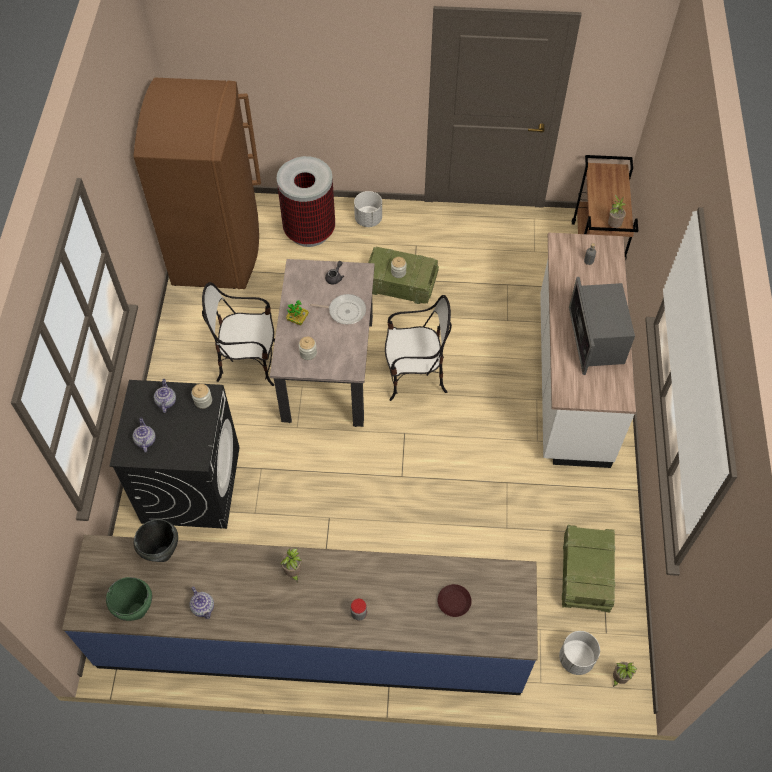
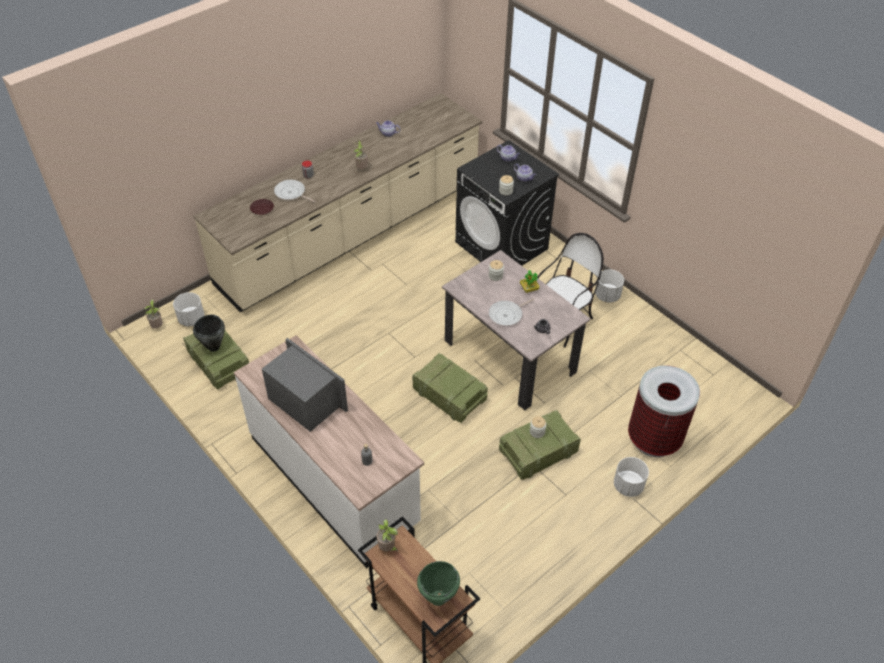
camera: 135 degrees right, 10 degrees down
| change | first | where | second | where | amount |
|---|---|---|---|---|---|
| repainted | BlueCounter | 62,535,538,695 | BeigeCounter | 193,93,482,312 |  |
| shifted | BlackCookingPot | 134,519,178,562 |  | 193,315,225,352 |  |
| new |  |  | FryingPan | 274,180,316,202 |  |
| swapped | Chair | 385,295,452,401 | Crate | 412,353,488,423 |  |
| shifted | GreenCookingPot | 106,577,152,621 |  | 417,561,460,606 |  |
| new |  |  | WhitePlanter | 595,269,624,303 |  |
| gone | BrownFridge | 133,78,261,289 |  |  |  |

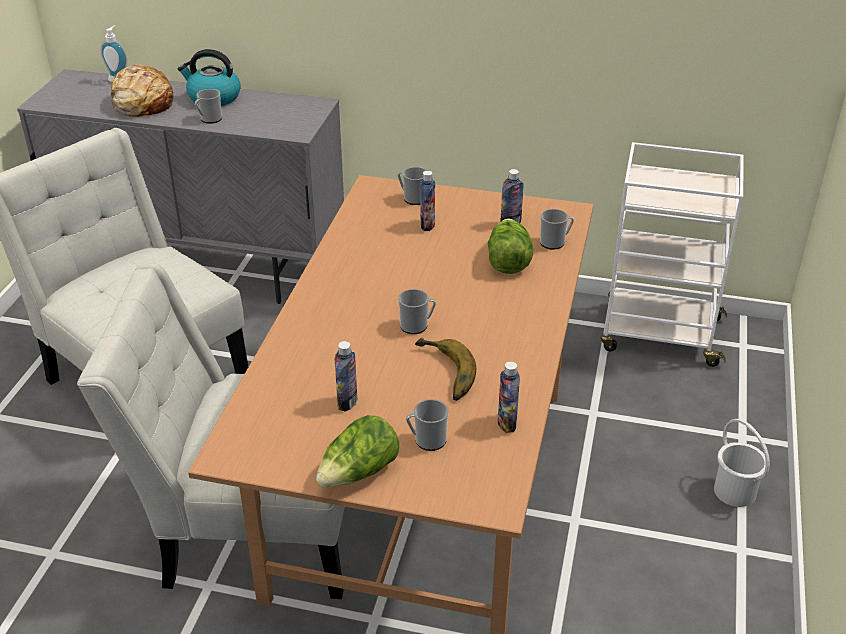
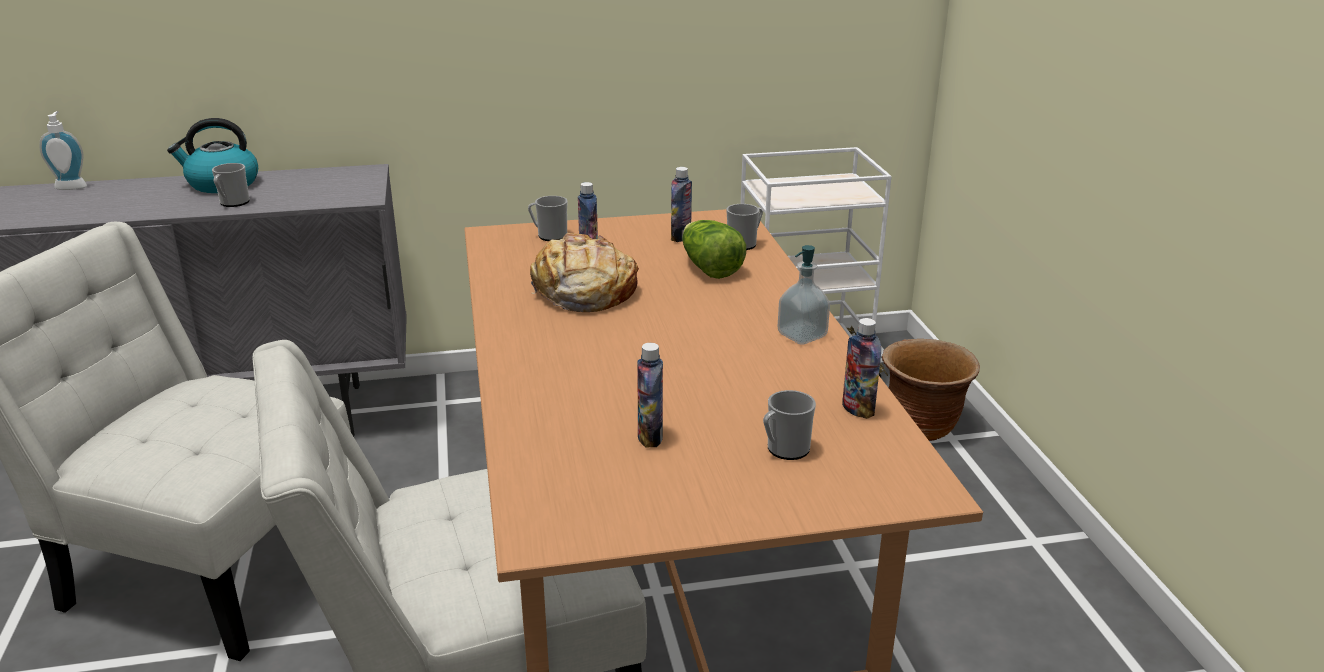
camera: 25 degrees left, 10 degrees down
| change | first | where | second | where | amount |
|---|---|---|---|---|---|
| shifted | Bread | 111,64,174,117 |  | 530,233,639,312 |  |
| new |  |  | SoapDispenser | 778,245,830,345 |  |
| new |  |  | BrownPlanter | 882,339,980,441 |  |
| gone | Lettuce | 316,415,399,487 |  |  |  |
| gone | Mug | 398,289,436,334 |  |  |  |
| gone | Banana | 415,338,476,401 |  |  |  |
| gone | WhiteBucket | 714,419,770,507 |  |  |  |

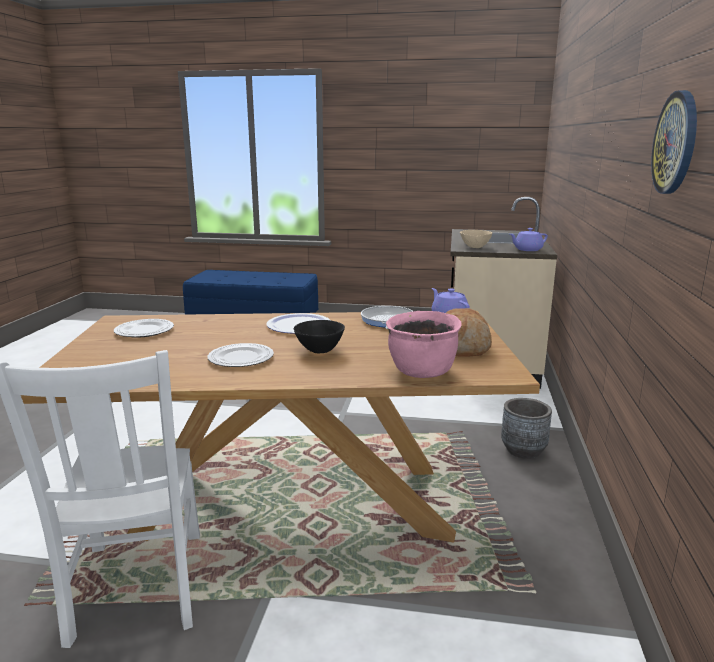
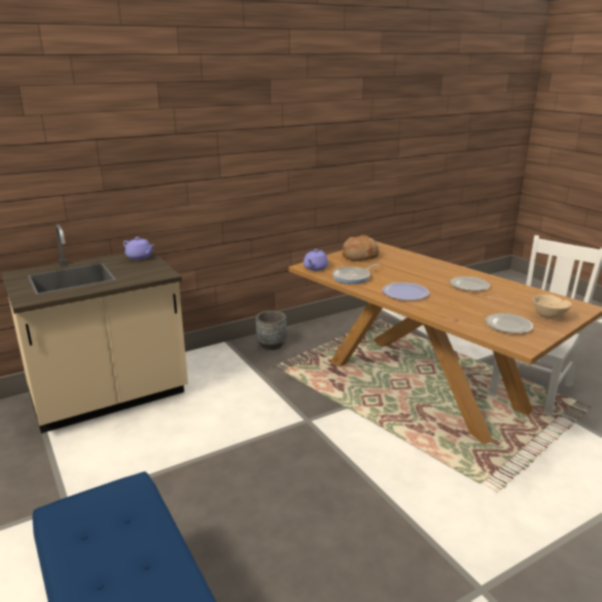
camera: 130 degrees left, 5 degrees up
| change | first | where | second | where | amount |
|---|---|---|---|---|---|
| shifted | BeigeBowl | 460,230,492,248 |  | 533,294,572,319 |  |
| gone | BlackBowl | 294,320,345,354 |  |  |  |
| gone | PinkCookingPot | 386,311,462,378 |  |  |  |
| gone | WallClock | 651,90,697,194 |  |  |  |

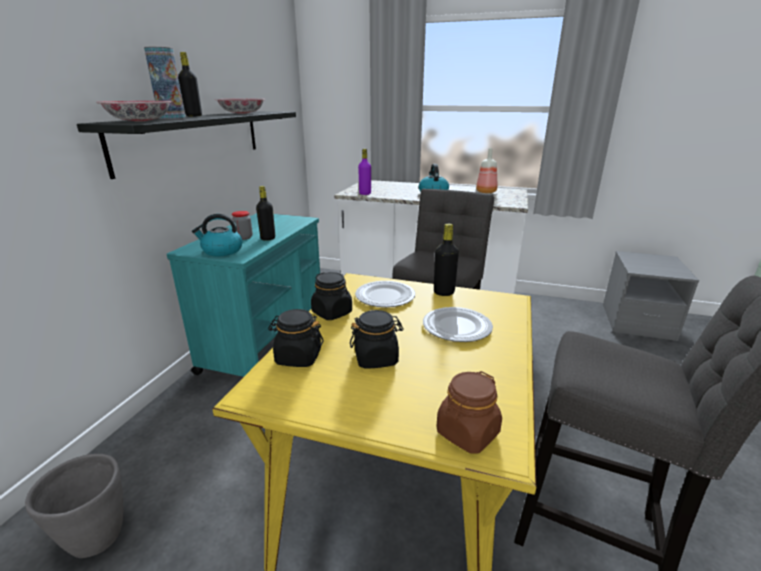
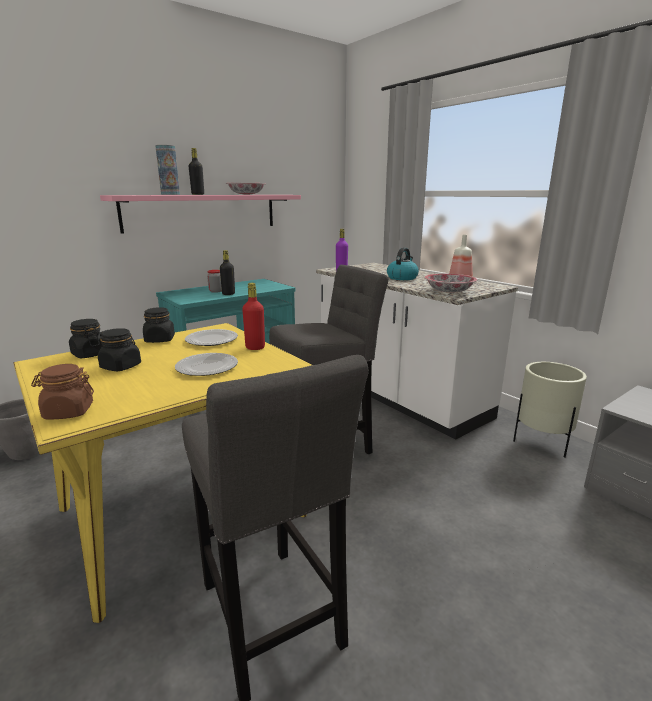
camera: 35 degrees right, 5 degrees down
| change | first | where | second | where | amount |
|---|---|---|---|---|---|
| repainted | BlackShelf | 77,111,296,179 | PinkShelf | 100,195,301,234 |  |
| repainted | BlackBottle | 434,224,459,296 | RedBottle | 242,283,265,350 |  |
| shifted | Bowl | 96,101,173,122 |  | 425,274,477,292 |  |
| new |  |  | BeigePlanter | 513,362,587,458 |  |
| gone | Kettle | 192,214,242,256 |  |  |  |

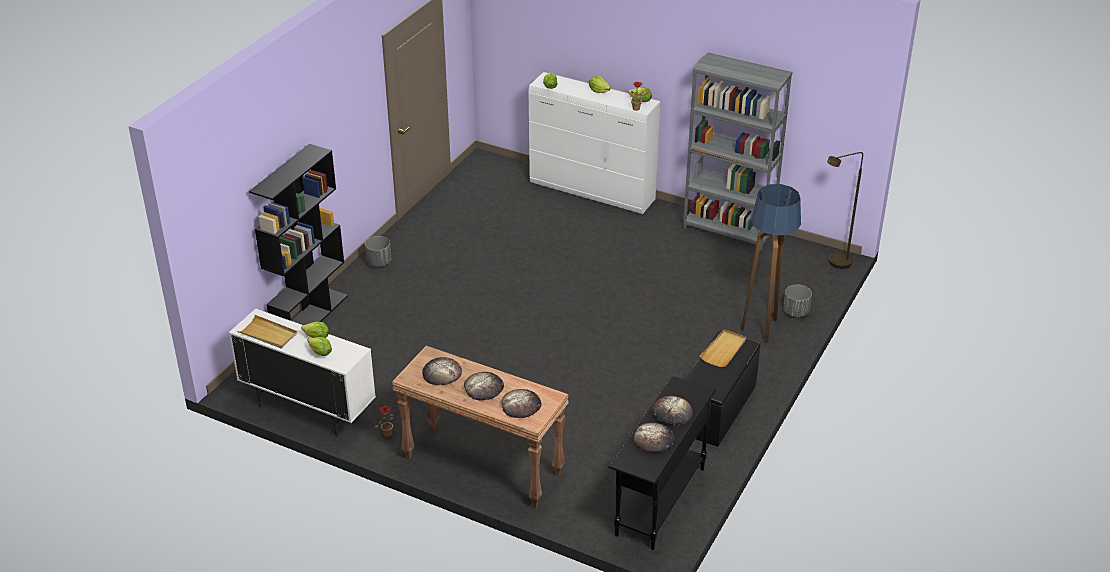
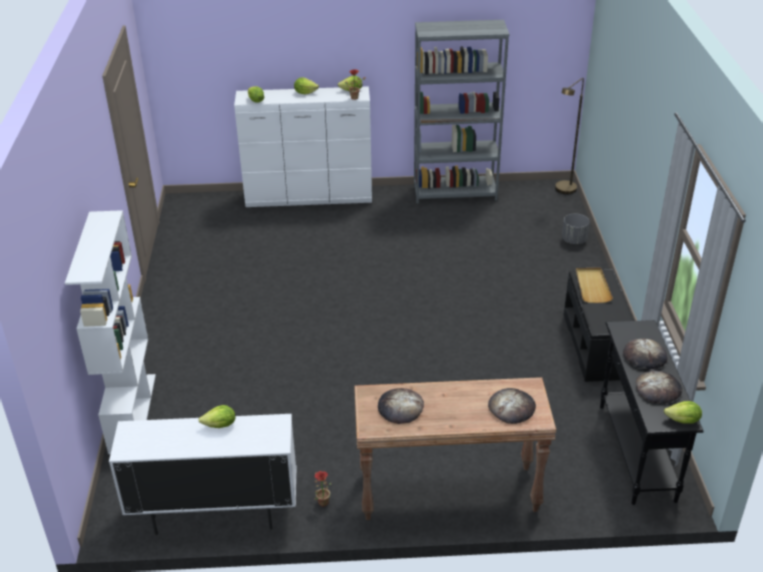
camera: 30 degrees left, 0 degrees up
| change | first | where | second | where | amount |
|---|---|---|---|---|---|
| repainted | BlackBookcase | 249,144,348,325 | WhiteBookcase | 65,210,156,454 |  |
| shifted | Lettuce | 307,337,332,356 |  | 664,401,702,423 |  |
| gone | BeigeTray | 237,315,297,349 |  |  |  |
| gone | GreyPlanter | 365,236,391,267 |  |  |  |
| gone | Bread | 464,372,504,400 |  |  |  |
| gone | FloorLamp | 741,184,801,344 |  |  |  |

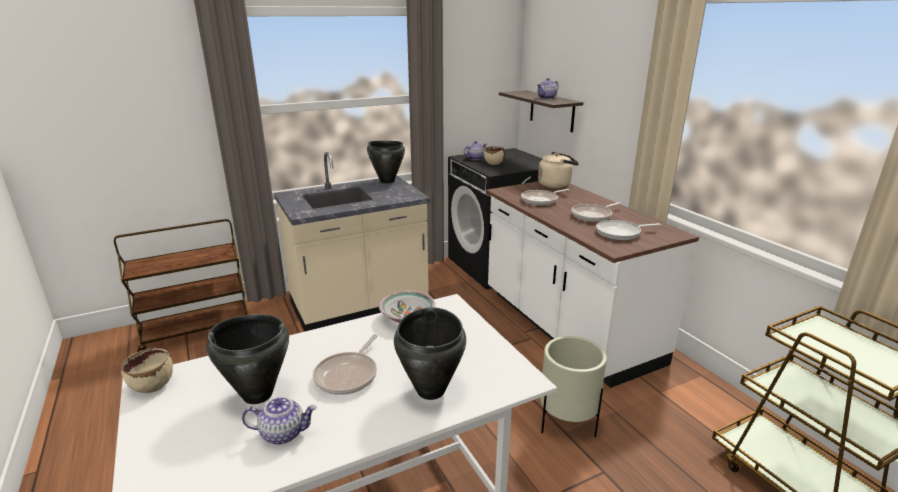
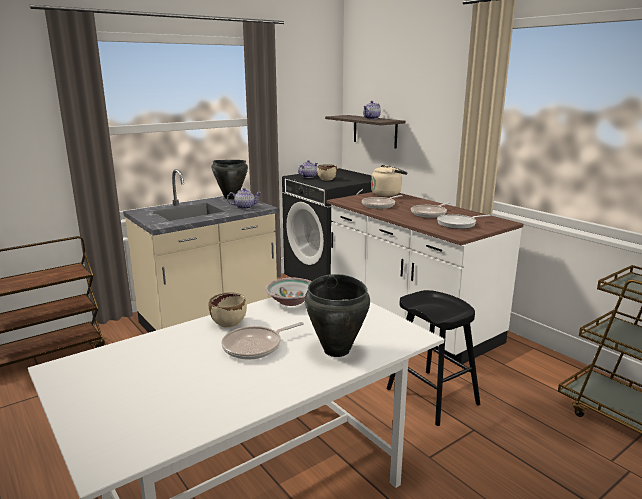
camera: 10 degrees left, 5 degrees down
| change | first | where | second | where | amount |
|---|---|---|---|---|---|
| shifted | BeigeBowl | 121,348,173,394 |  | 209,292,247,328 |  |
| rotated | FryingPan | 313,334,377,395 |  | 221,322,304,360 | 45 degrees clockwise |
| shifted | Teapot | 242,397,317,445 |  | 227,188,261,209 |  |
| swapped | BeigePlanter | 540,336,607,437 | BlackStool | 387,290,481,426 |  |
| gone | BlackCookingPot | 206,314,289,404 |  |  |  |

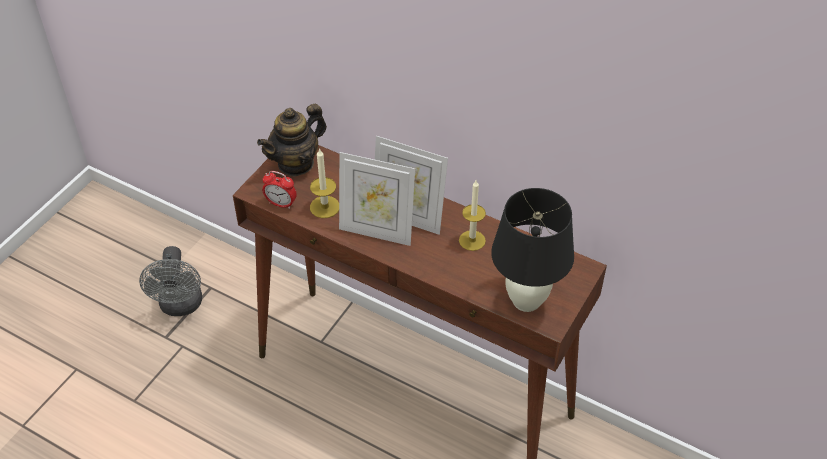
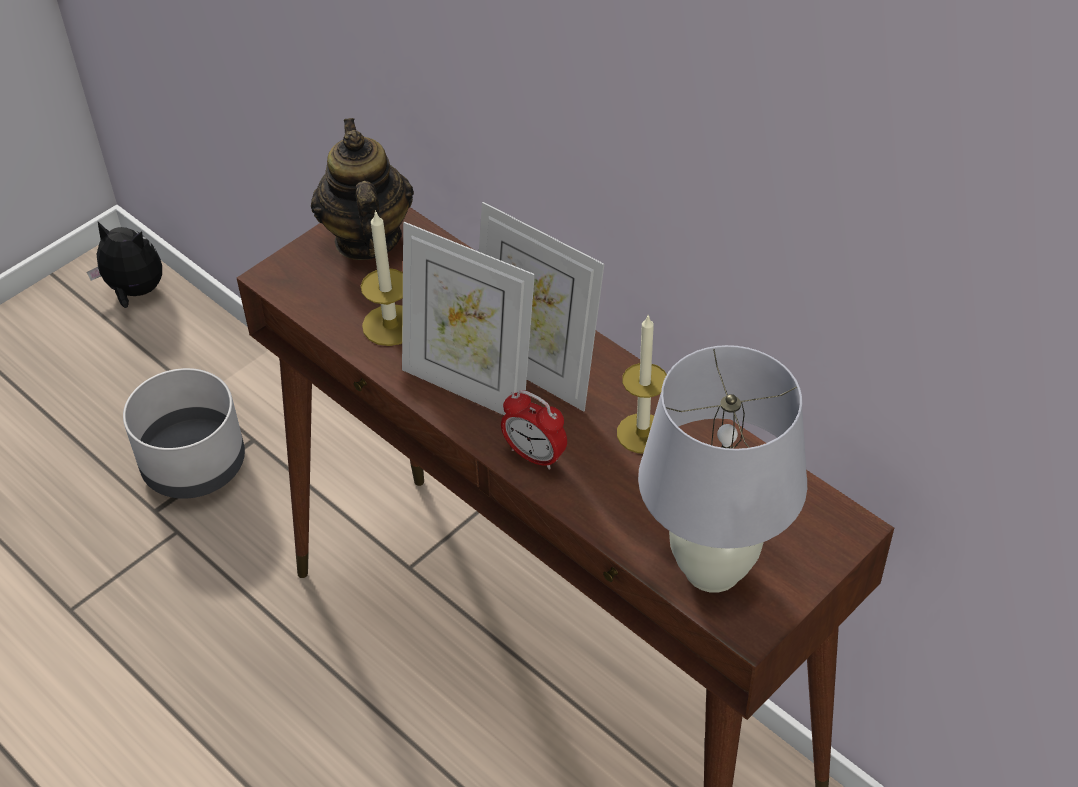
camera: 15 degrees right, 0 degrees up
| change | first | where | second | where | amount |
|---|---|---|---|---|---|
| new |  |  | PlushToy | 87,222,162,308 |  |
| swapped | GreyFan | 139,246,202,316 | GreyPlanter | 123,368,245,499 |  |
| rotated | Teapot | 257,104,327,177 |  | 311,118,414,260 | 105 degrees clockwise |
| shifted | AlarmClock | 262,171,297,209 |  | 501,390,567,470 |  |
| repainted | BlackTableLamp | 491,188,574,312 | WhiteTableLamp | 638,345,807,593 |  |

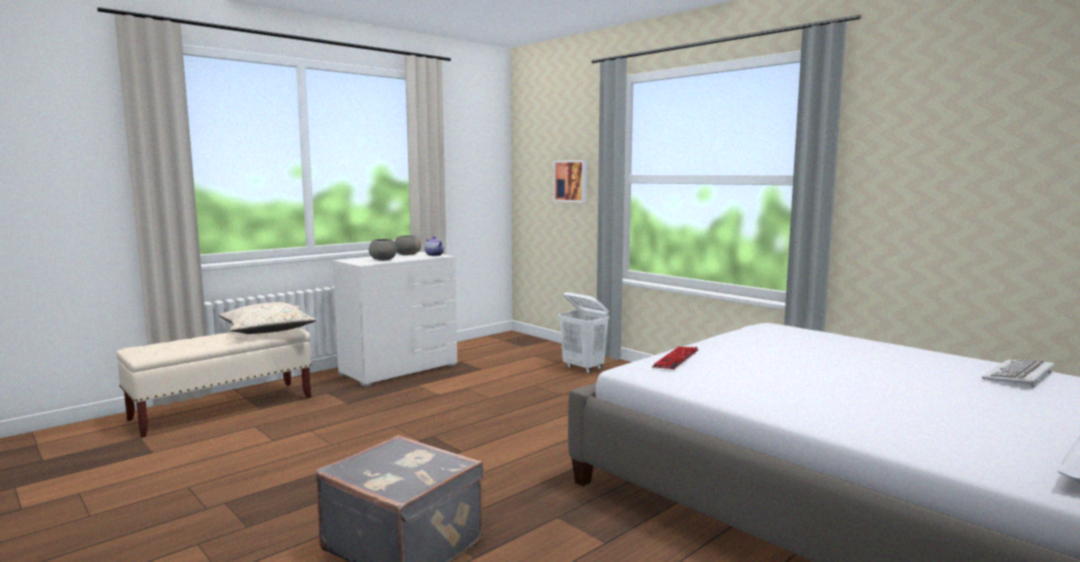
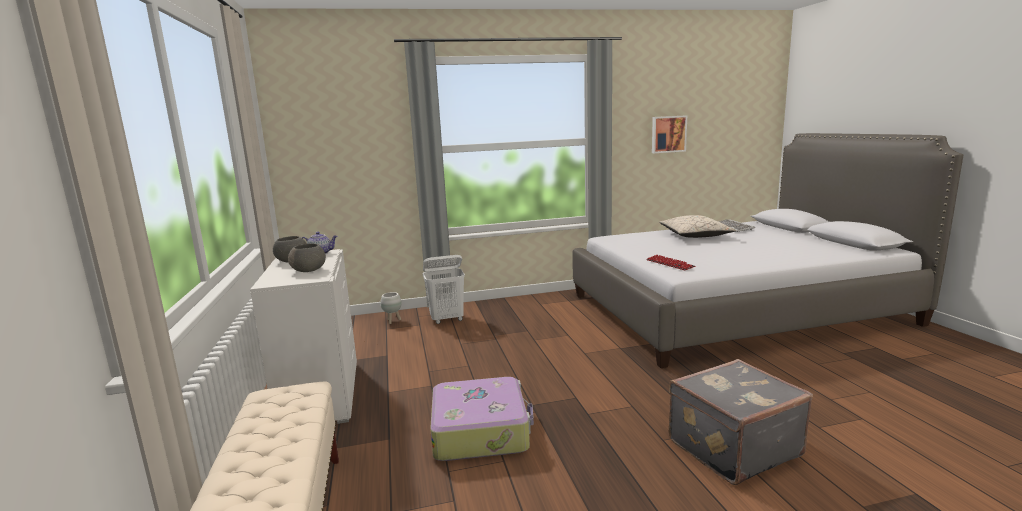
camera: 60 degrees left, 5 degrees up
| change | first | where | second | where | amount |
|---|---|---|---|---|---|
| new |  |  | WhitePlanter | 381,292,402,324 |  |
| new |  |  | Suitcase | 430,377,534,461 |  |
| shifted | Picture | 554,160,587,203 |  | 652,115,687,153 |  |
| shifted | BeigePillow | 219,302,317,334 |  | 659,215,736,238 |  |

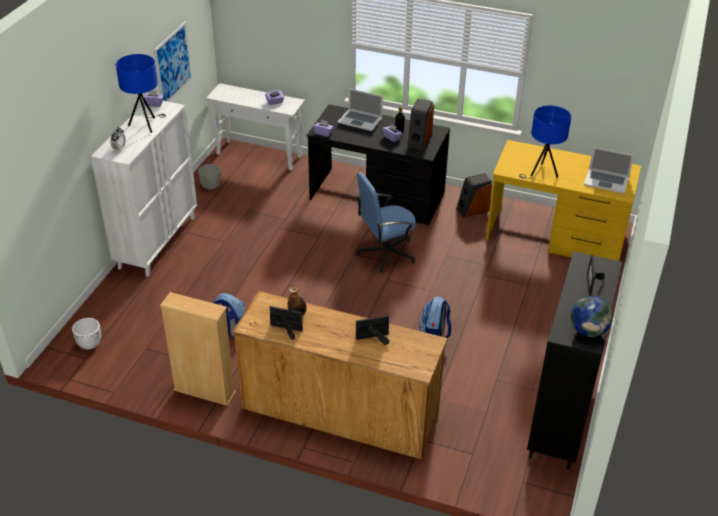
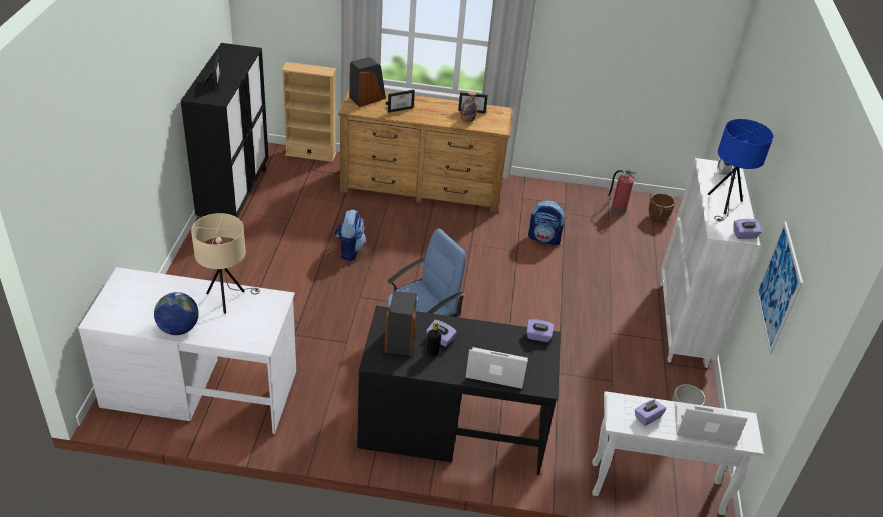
camera: 165 degrees right, 0 degrees up
| change | first | where | second | where | amount |
|---|---|---|---|---|---|
| repainted | YellowDesk | 486,140,641,261 | WhiteDesk | 78,267,296,434 |  |
| shifted | Globe | 571,296,613,337 |  | 154,292,199,335 |  |
| repainted | BlueTableLamp | 519,105,571,178 | BeigeTableLamp | 191,213,260,314 |  |
| shifted | BeigeBookcase | 160,292,236,406 |  | 281,62,336,162 |  |
| shifted | Speaker | 456,173,492,217 |  | 349,57,386,107 |  |
| new |  |  | FireExtinguisher | 607,170,637,213 |  |
| repainted | WhitePlanter | 72,318,101,350 | BrownPlanter | 649,193,675,222 |  |
| shifted | Laptop | 584,147,634,194 |  | 675,402,748,445 |  |

